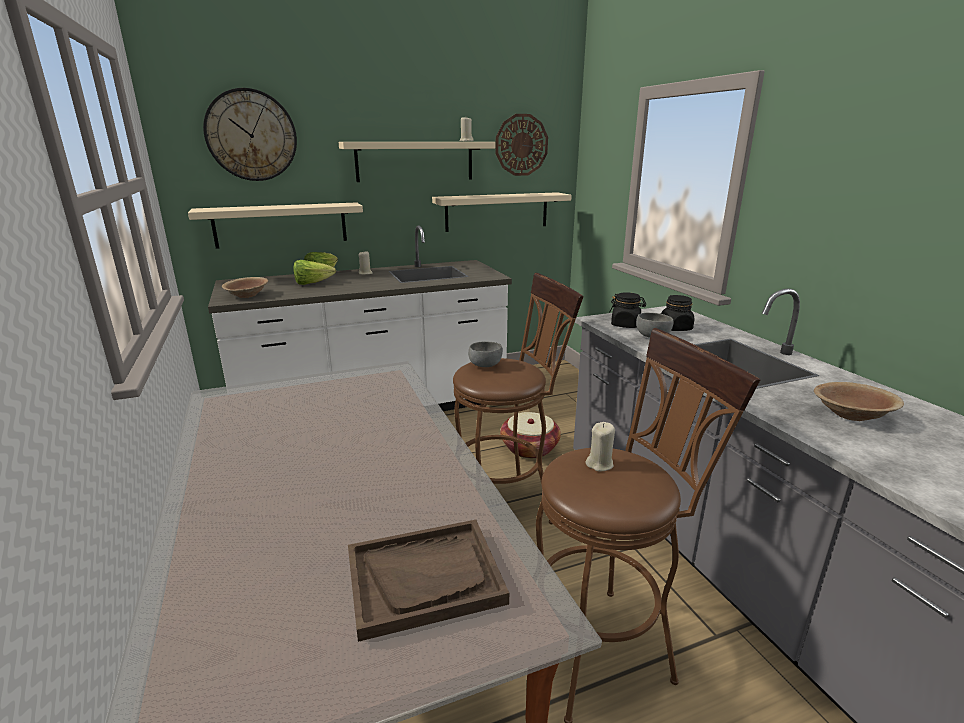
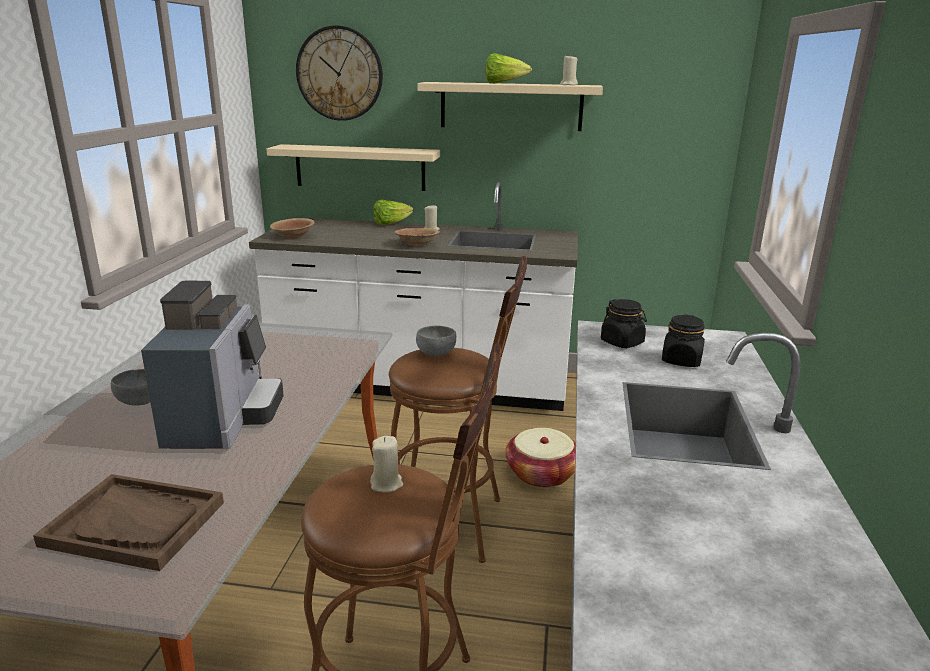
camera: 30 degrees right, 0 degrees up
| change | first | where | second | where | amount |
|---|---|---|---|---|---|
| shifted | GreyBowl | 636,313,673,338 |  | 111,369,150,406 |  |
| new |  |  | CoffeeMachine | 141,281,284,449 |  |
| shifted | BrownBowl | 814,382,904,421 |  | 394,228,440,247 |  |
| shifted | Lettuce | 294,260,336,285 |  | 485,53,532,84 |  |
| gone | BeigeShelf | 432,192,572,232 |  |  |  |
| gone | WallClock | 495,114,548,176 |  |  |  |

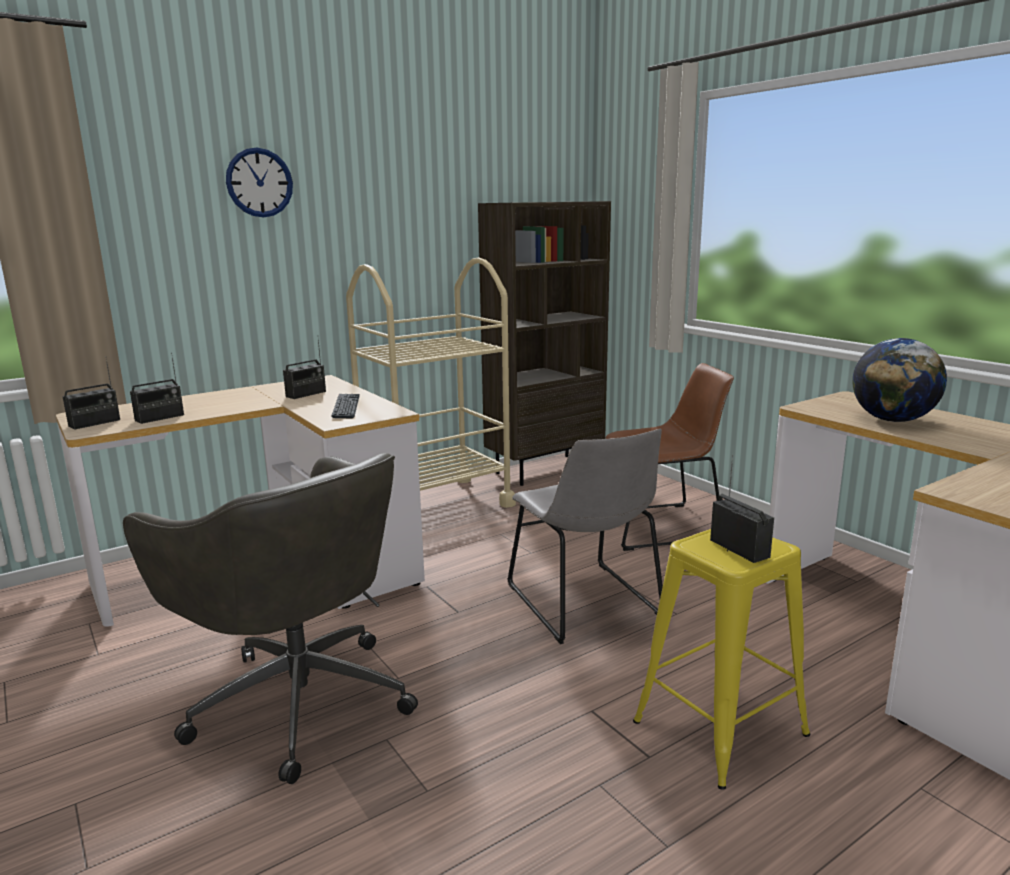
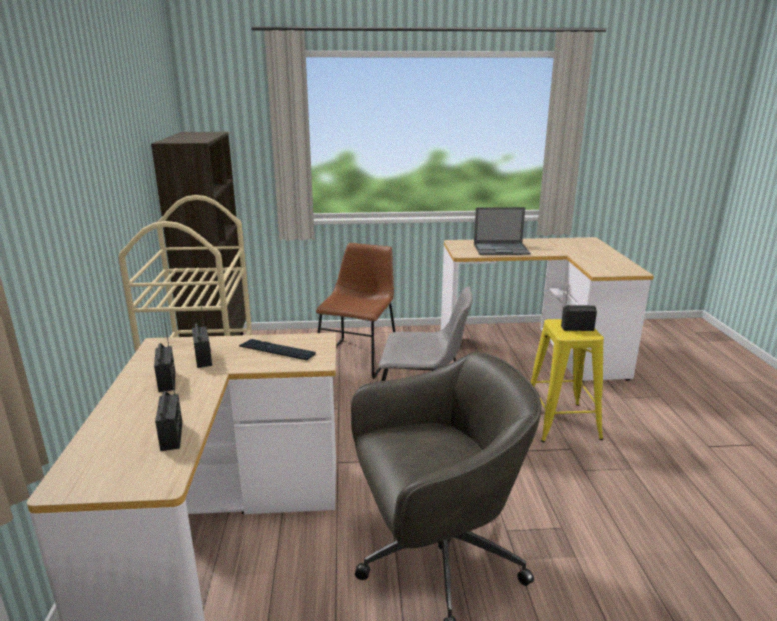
camera: 60 degrees left, 5 degrees up
| change | first | where | second | where | amount |
|---|---|---|---|---|---|
| shifted | Radio | 62,356,120,430 |  | 154,318,175,392 |  |
| swapped | Globe | 852,338,947,422 | Laptop | 474,207,530,255 |  |
| gone | WallClock | 226,147,293,217 |  |  |  |

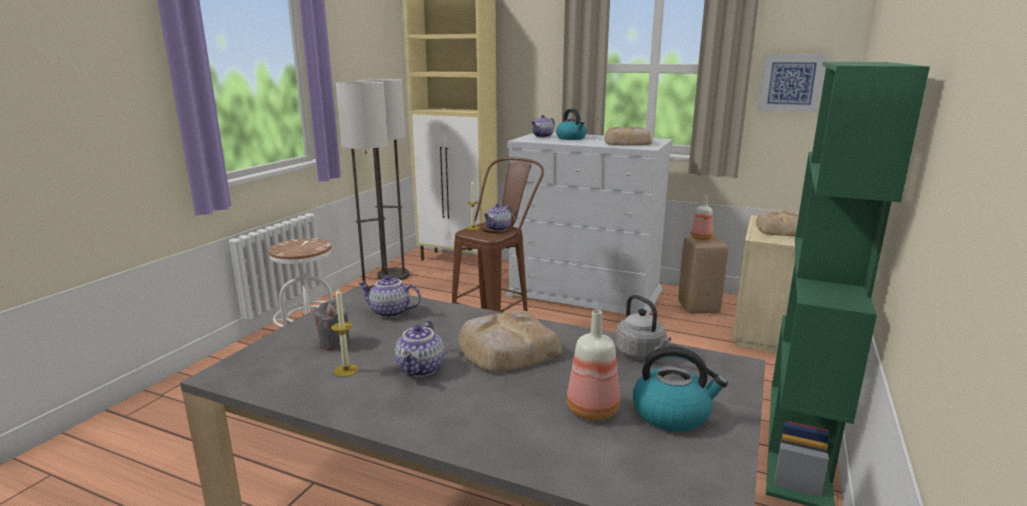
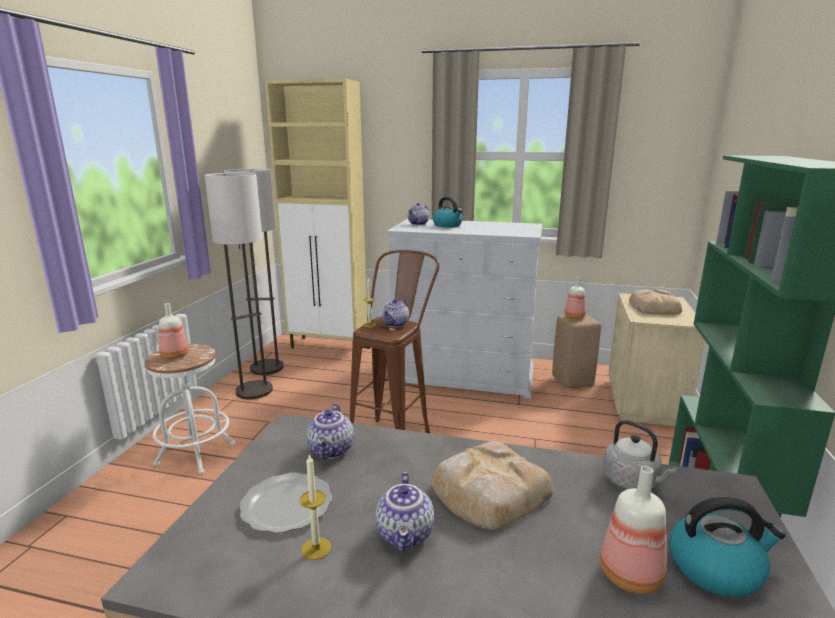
camera: 10 degrees left, 0 degrees up
| change | first | where | second | where | amount |
|---|---|---|---|---|---|
| new |  |  | Bottle | 159,303,189,359 |  |
| swapped | GreyCandle | 314,301,351,351 | Plate | 239,473,332,533 |  |
| rotated | Teapot | 358,275,421,318 |  | 307,403,354,459 | 90 degrees counterclockwise |
| gone | Bread | 604,126,652,146 |  |  |  |
| gone | Picture | 758,54,827,113 |  |  |  |

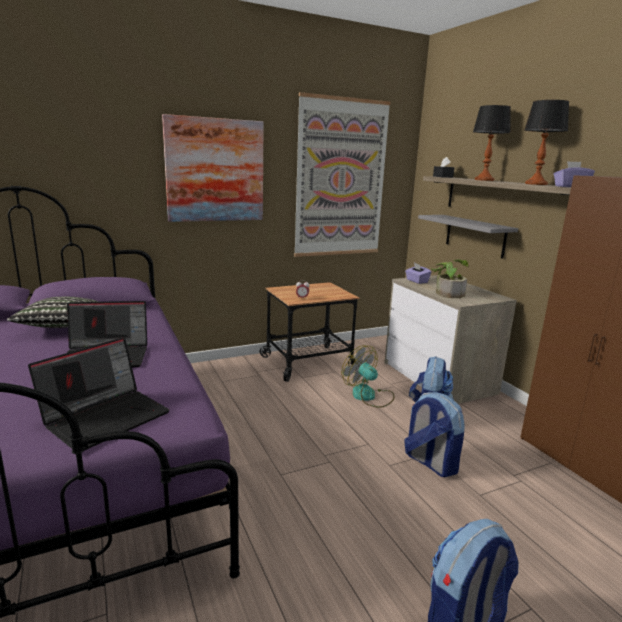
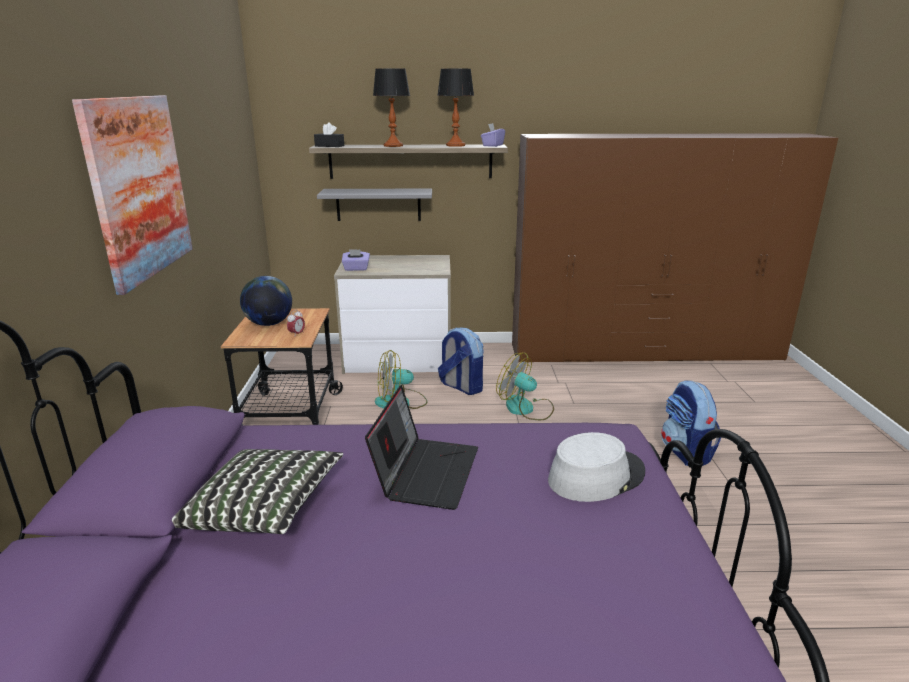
camera: 65 degrees left, 5 degrees up
| change | first | where | second | where | amount |
|---|---|---|---|---|---|
| new |  |  | Globe | 240,276,292,326 |  |
| swapped | Backpack | 404,392,465,477 | Fan | 496,353,554,420 |  |
| swapped | Laptop | 28,337,170,450 | GreyHat | 548,432,645,502 |  |
| gone | Picture | 294,92,390,257 |  |  |  |
| gone | PottedPlant | 431,259,469,298 |  |  |  |

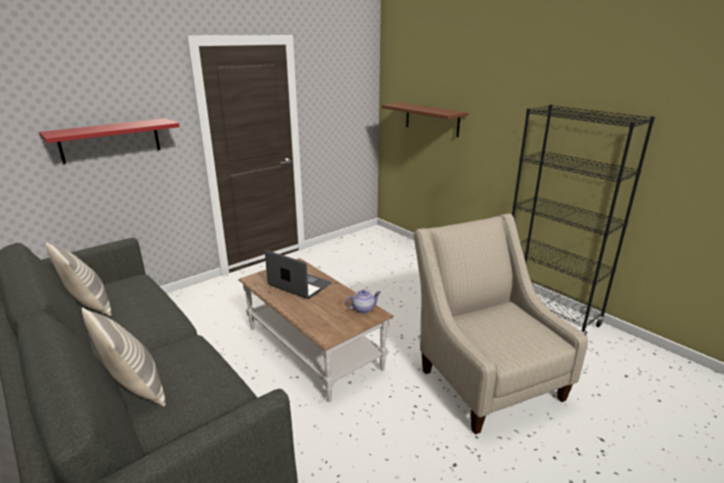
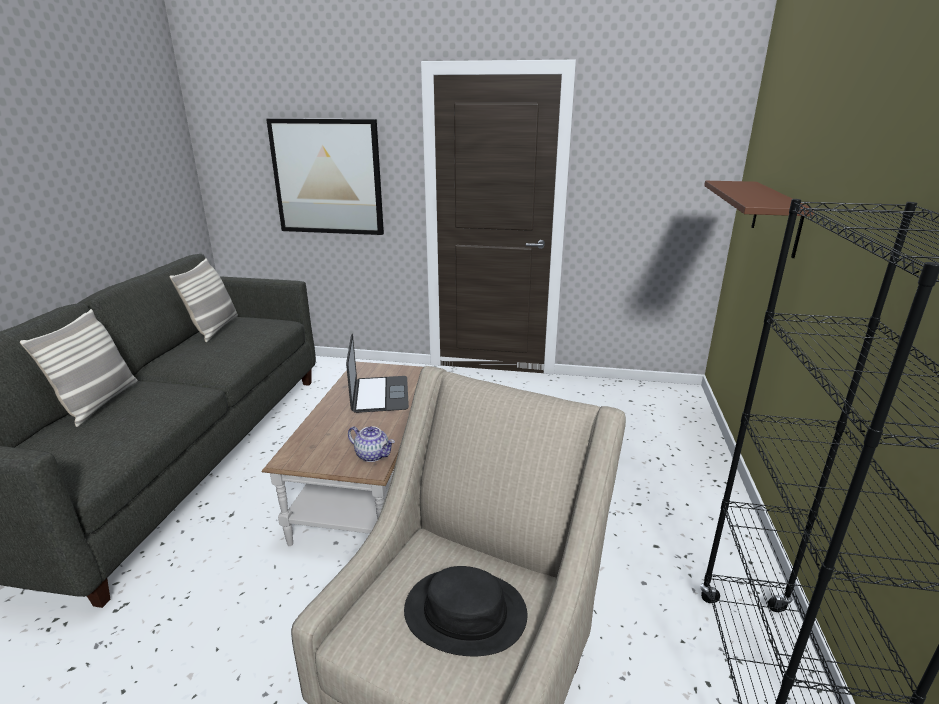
camera: 50 degrees right, 0 degrees up
| change | first | where | second | where | amount |
|---|---|---|---|---|---|
| swapped | RedShelf | 39,118,180,164 | Picture | 266,118,384,235 |  |
| new |  |  | BlackHat | 404,566,527,656 |  |

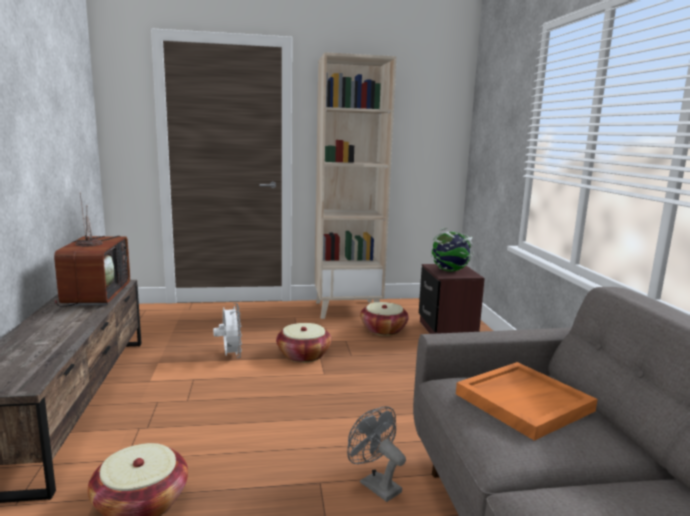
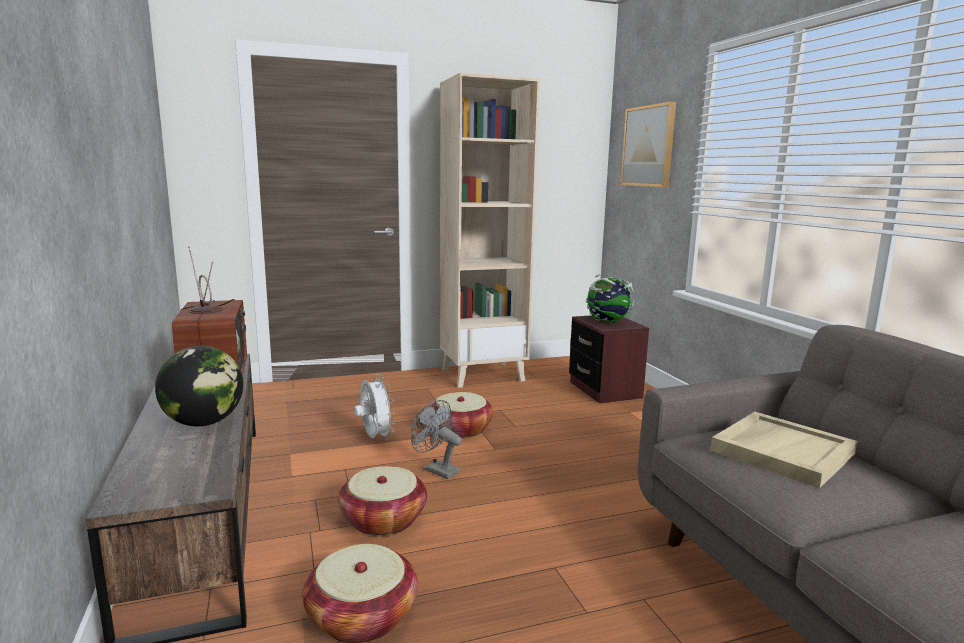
camera: 10 degrees left, 0 degrees up
| change | first | where | second | where | amount |
|---|---|---|---|---|---|
| new |  |  | Globe | 155,346,243,426 |  |
| shifted | Basket | 360,302,409,336 |  | 338,466,427,536 |  |
| shifted | GreyFan | 347,406,406,502 |  | 411,400,462,479 |  |
| new |  |  | Picture | 621,102,676,187 |  |
| repainted | OrangeTray | 456,362,598,441 | BeigeTray | 710,412,857,489 |  |

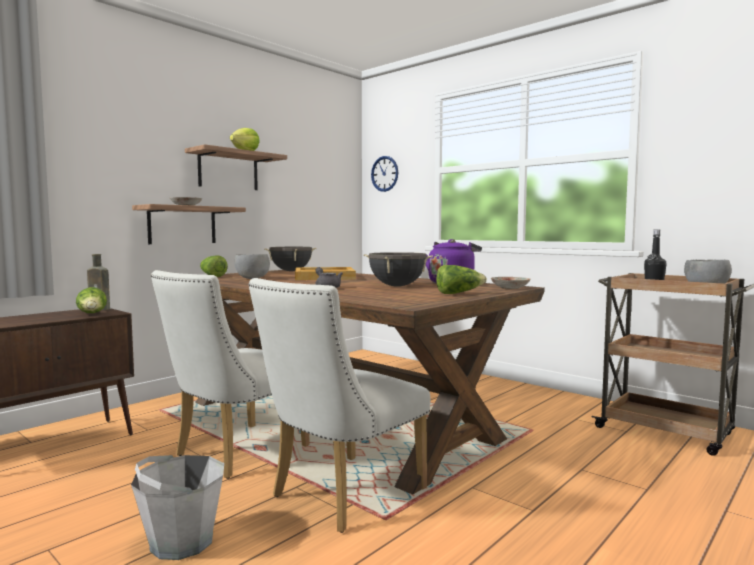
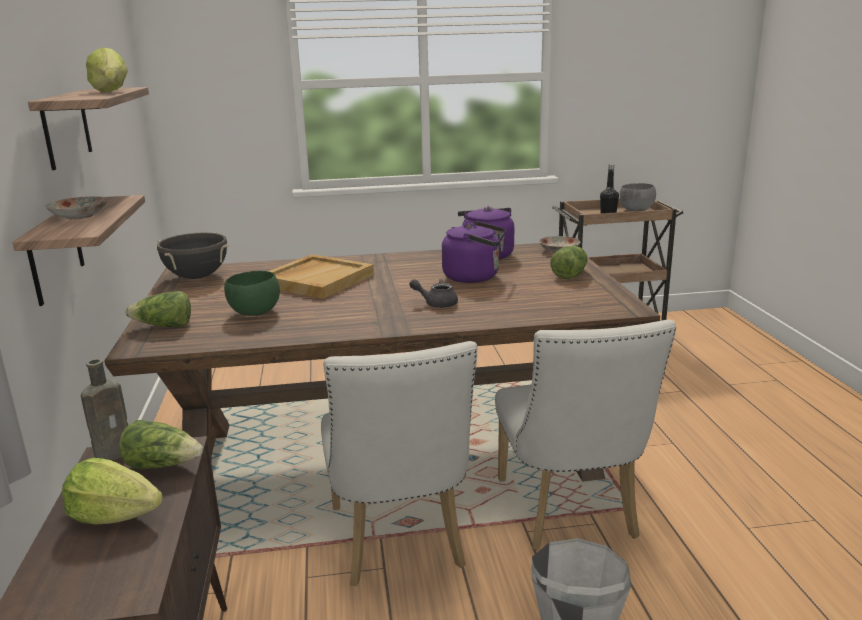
camera: 50 degrees left, 15 degrees up
| change | first | where | second | where | amount |
|---|---|---|---|---|---|
| new |  |  | Lettuce | 62,458,163,525 |  |
| repainted | GreyBowl | 234,254,270,279 | GreenBowl | 224,271,280,316 |  |
| swapped | BlackCookingPot | 364,252,433,287 | PurpleKettle | 442,221,506,283 |  |
| gone | WallClock | 371,156,398,192 |  |  |  |

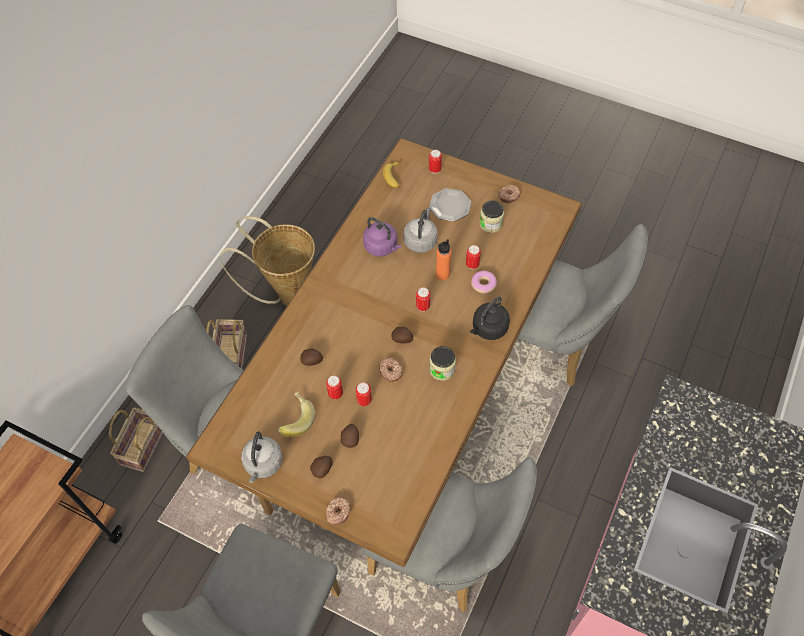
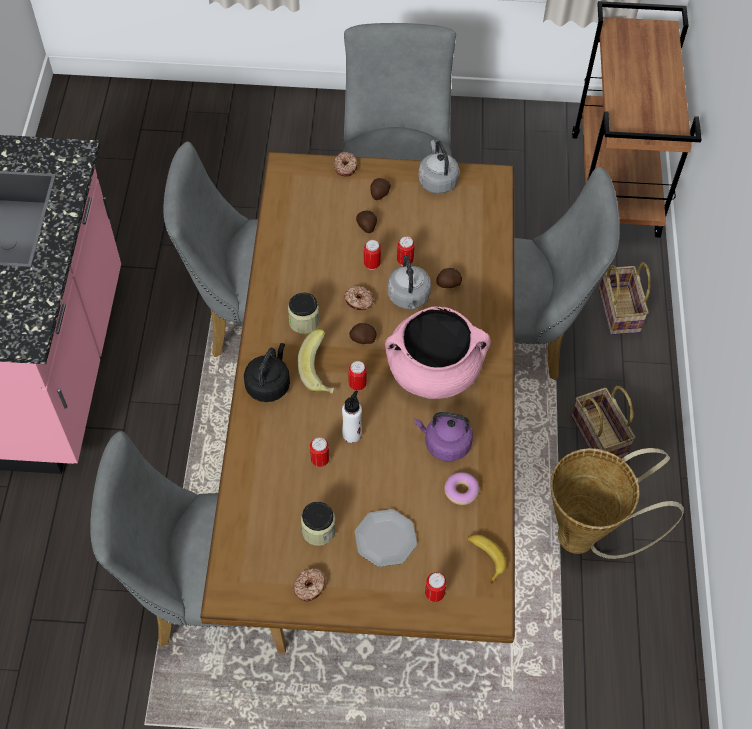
camera: 155 degrees right, 0 degrees up
| change | first | where | second | where | amount |
|---|---|---|---|---|---|
| shifted | Banana | 278,392,315,437 |  | 298,329,334,394 |  |
| repainted | OrangeBottle | 436,239,452,280 | WhiteBottle | 342,391,362,443 |  |
| new |  |  | PinkCookingPot | 385,306,491,399 |  |
| shifted | GreyKettle | 404,208,438,253 |  | 388,255,431,310 |  |
| shifted | Donut | 471,271,497,293 |  | 444,472,479,505 |  |

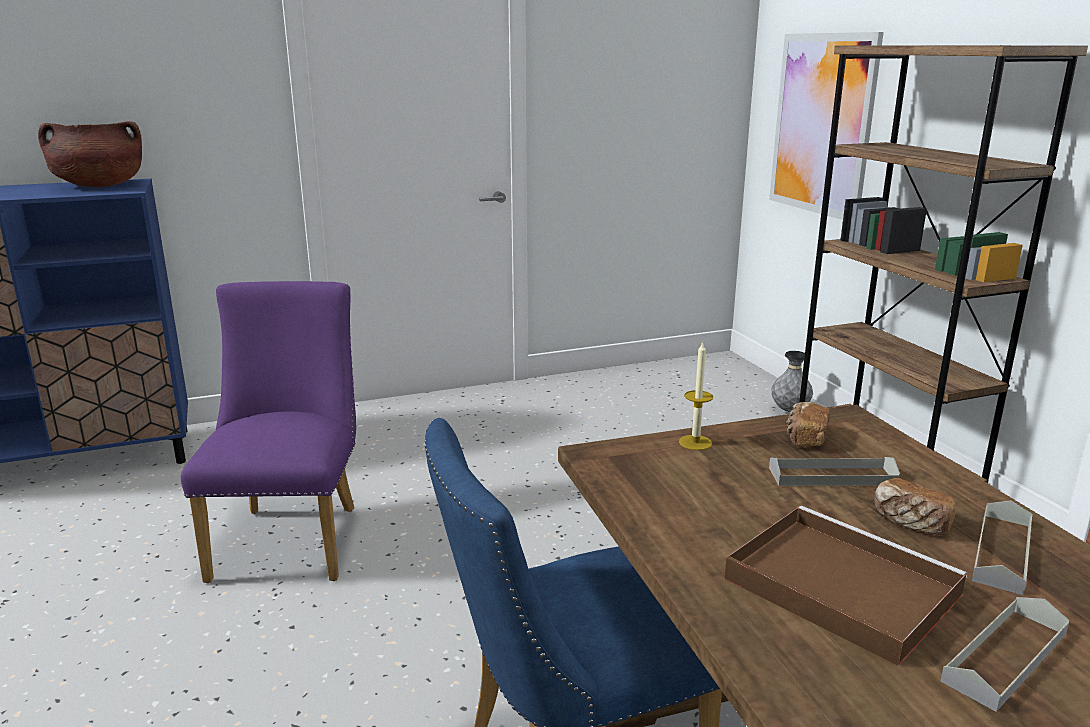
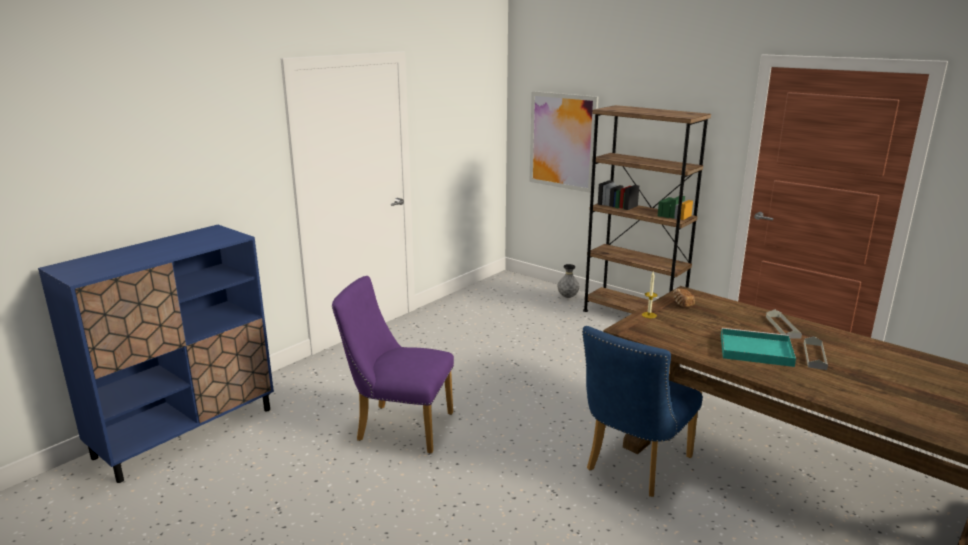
camera: 30 degrees left, 0 degrees up
| change | first | where | second | where | amount |
|---|---|---|---|---|---|
| rotated | PurpleChair | 181,281,356,583 |  | 332,276,454,453 | 45 degrees counterclockwise |
| repainted | BrownTray | 724,506,967,666 | TurquoiseTray | 721,328,796,367 |  |
| gone | BrownCookingPot | 38,121,142,187 |  |  |  |
| gone | GreyTray | 769,457,900,486 |  |  |  |
| gone | Bread | 875,478,956,535 |  |  |  |

